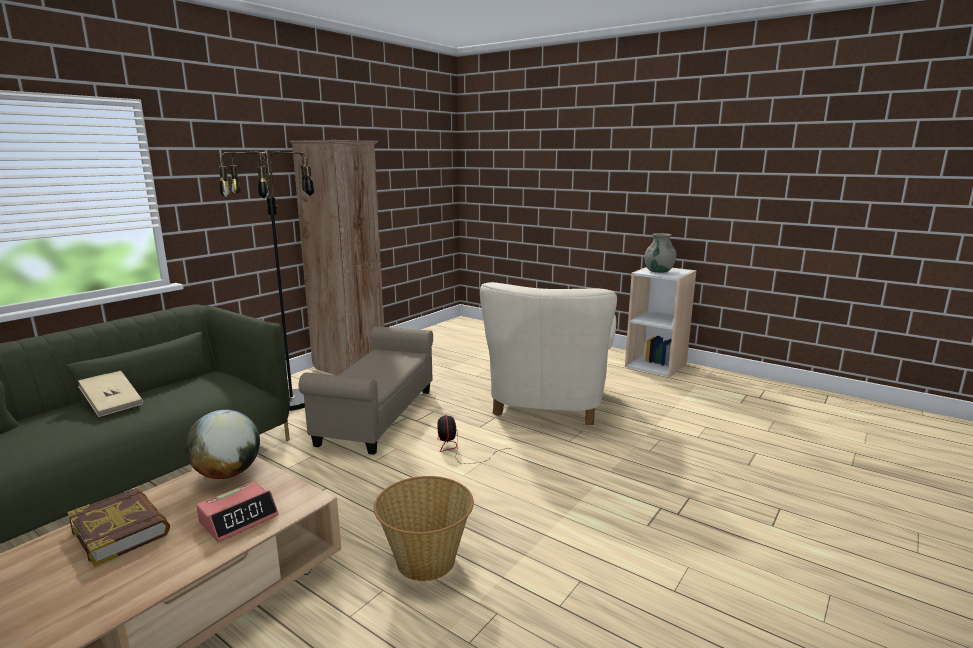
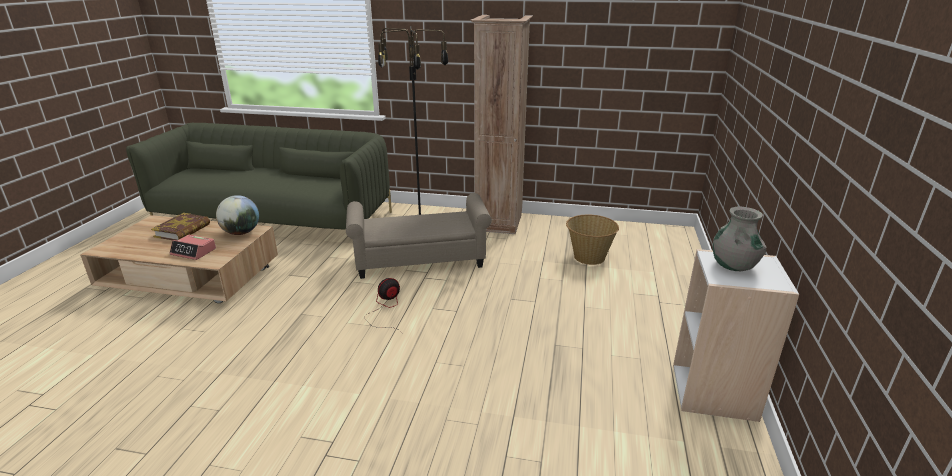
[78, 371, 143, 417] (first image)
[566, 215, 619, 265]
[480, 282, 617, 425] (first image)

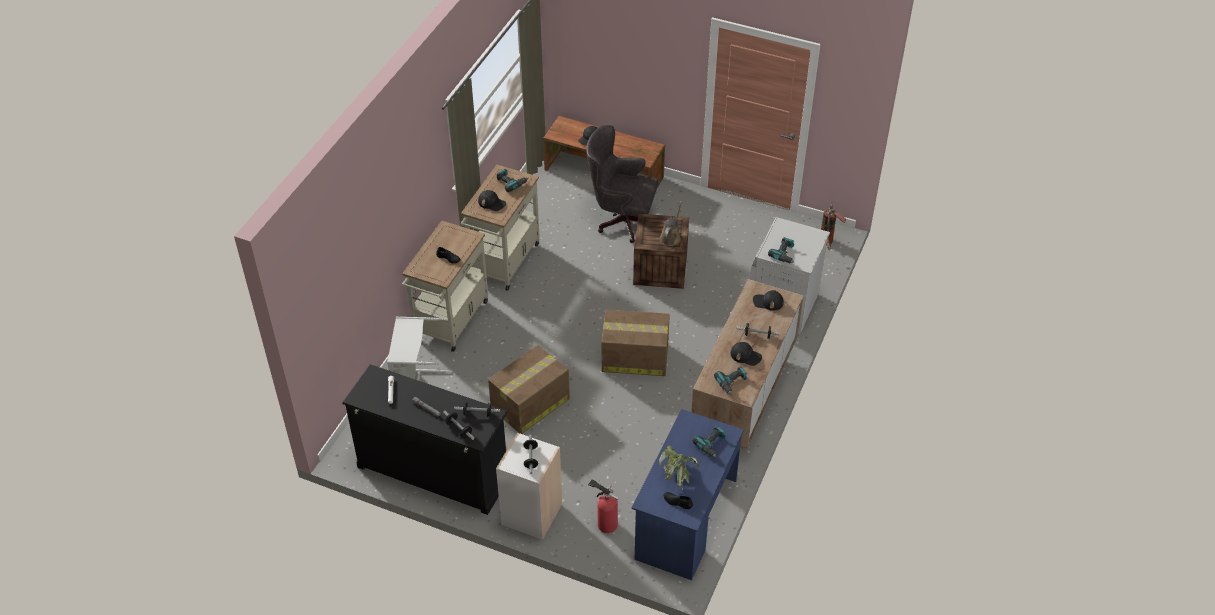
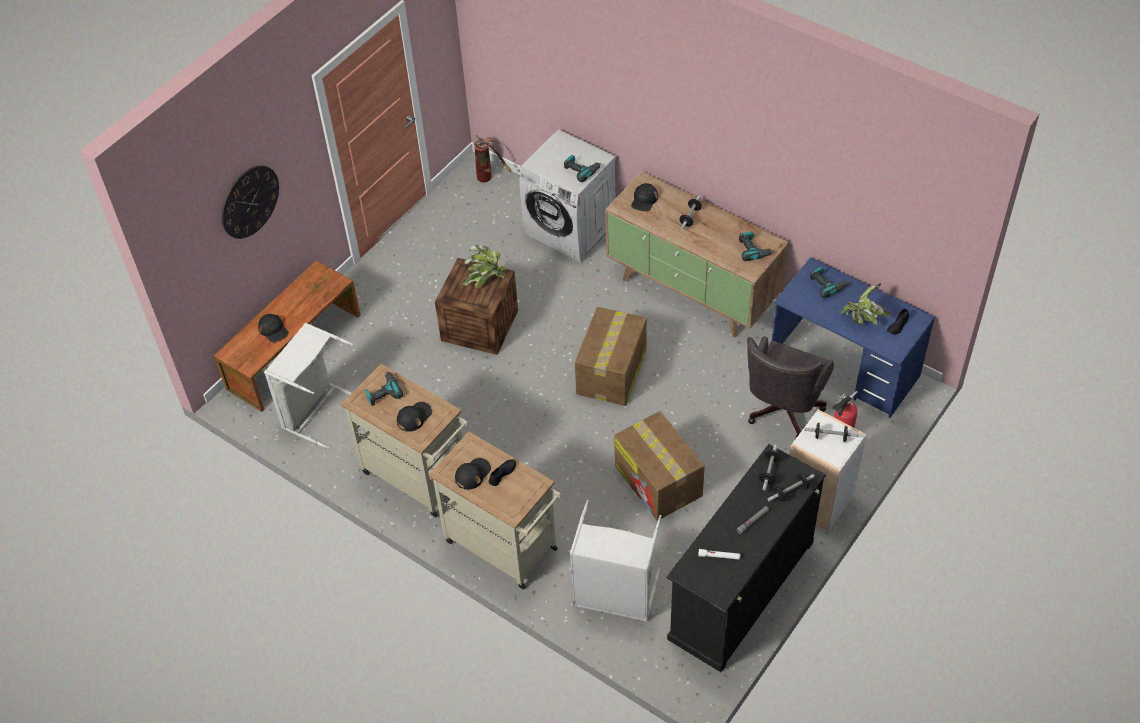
[747, 336, 834, 438]
[462, 245, 506, 288]
[455, 458, 491, 490]
[221, 165, 279, 239]
[264, 323, 353, 449]

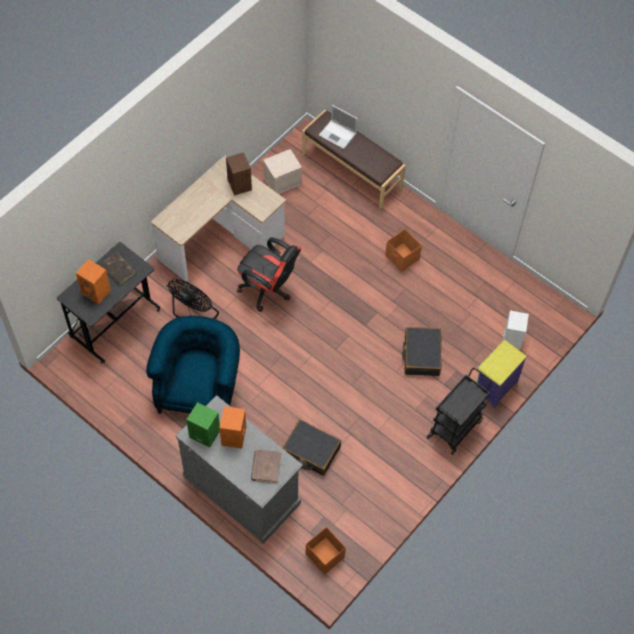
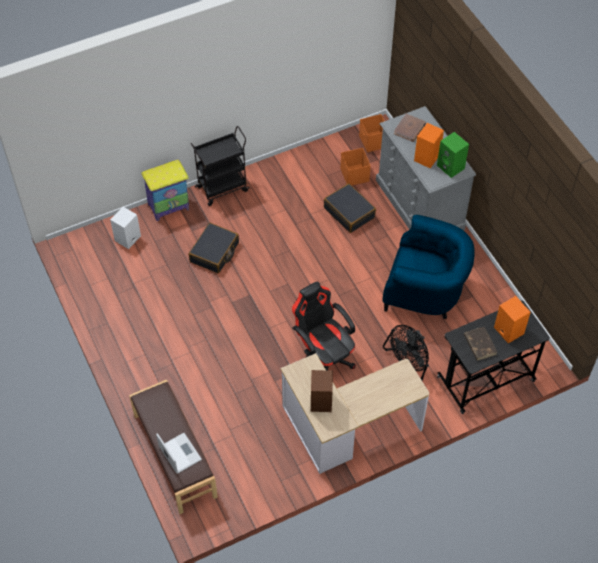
[383, 215, 475, 319]
[263, 149, 302, 194] (first image)
[340, 148, 371, 185]

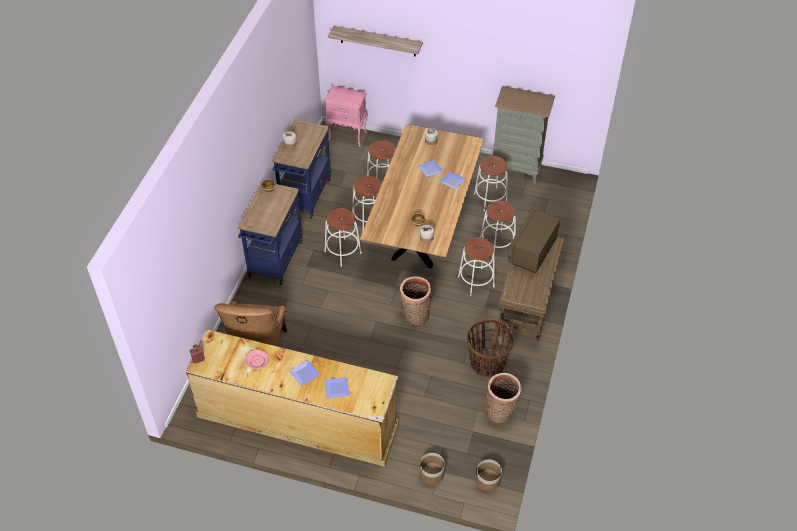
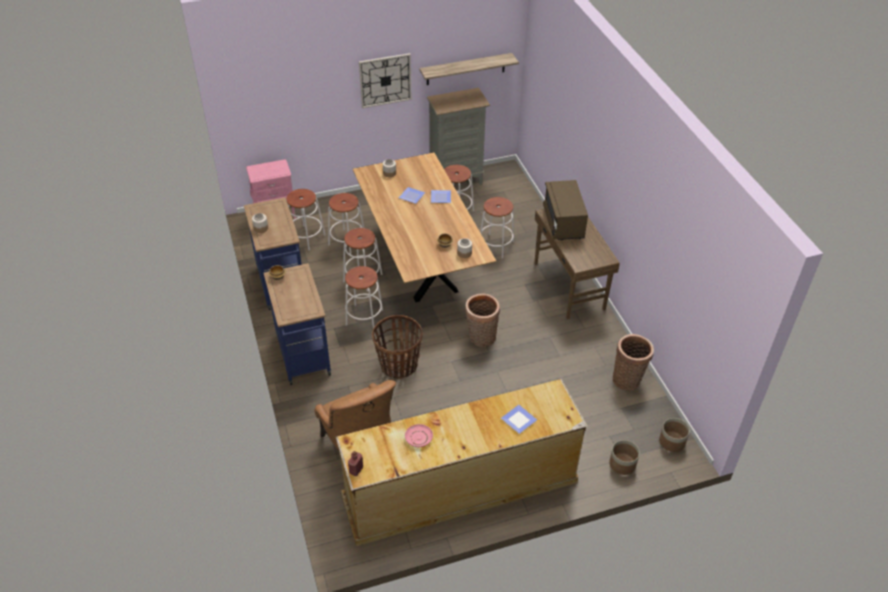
[290, 360, 320, 386] (first image)
[419, 53, 519, 85]
[286, 189, 325, 250]
[372, 315, 423, 379]
[359, 53, 412, 108]

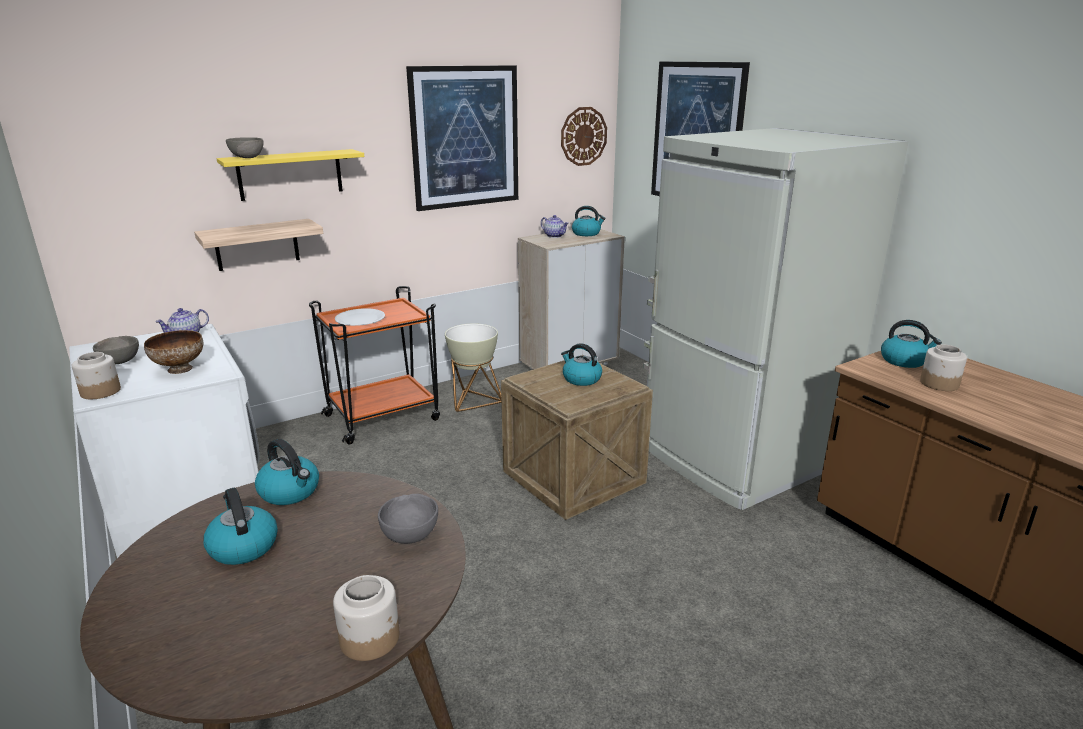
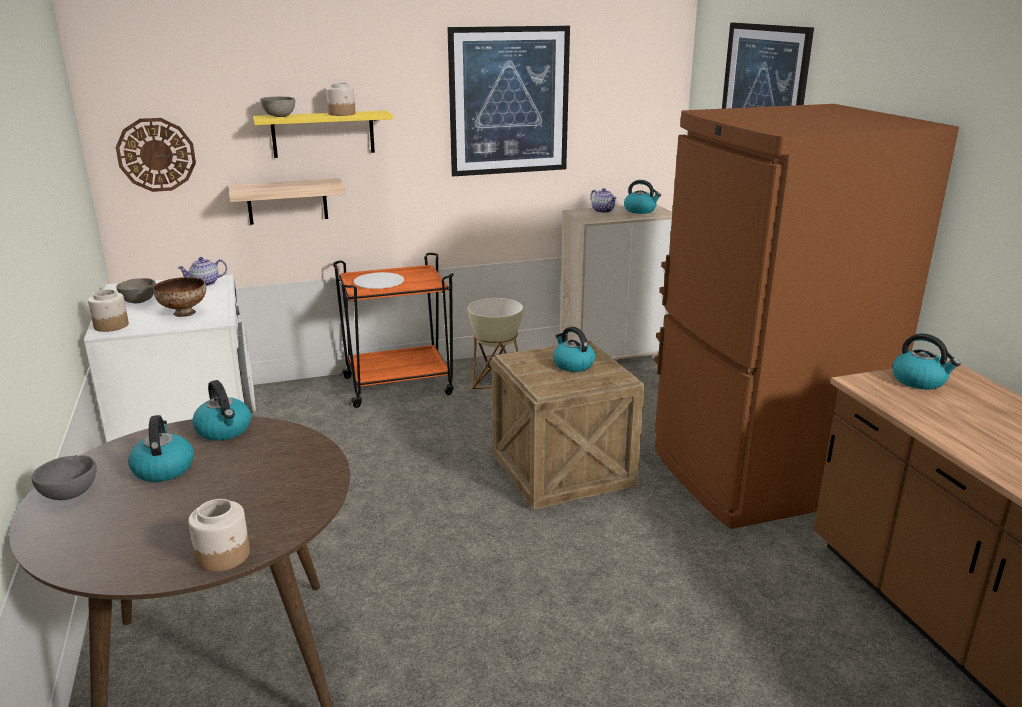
[32, 455, 97, 500]
[116, 118, 196, 192]
[654, 104, 959, 529]
[326, 83, 355, 116]

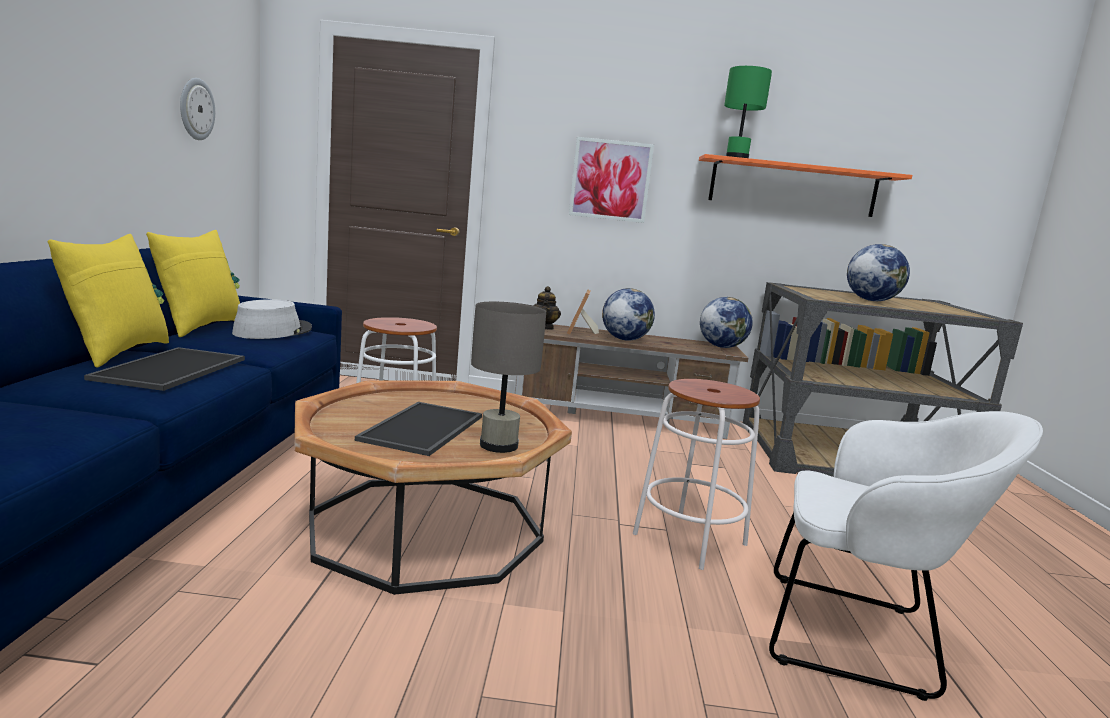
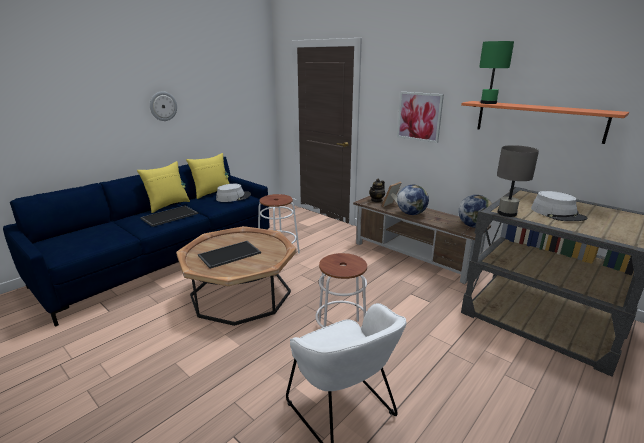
[150, 91, 177, 121]
[497, 145, 539, 217]
[531, 191, 588, 221]

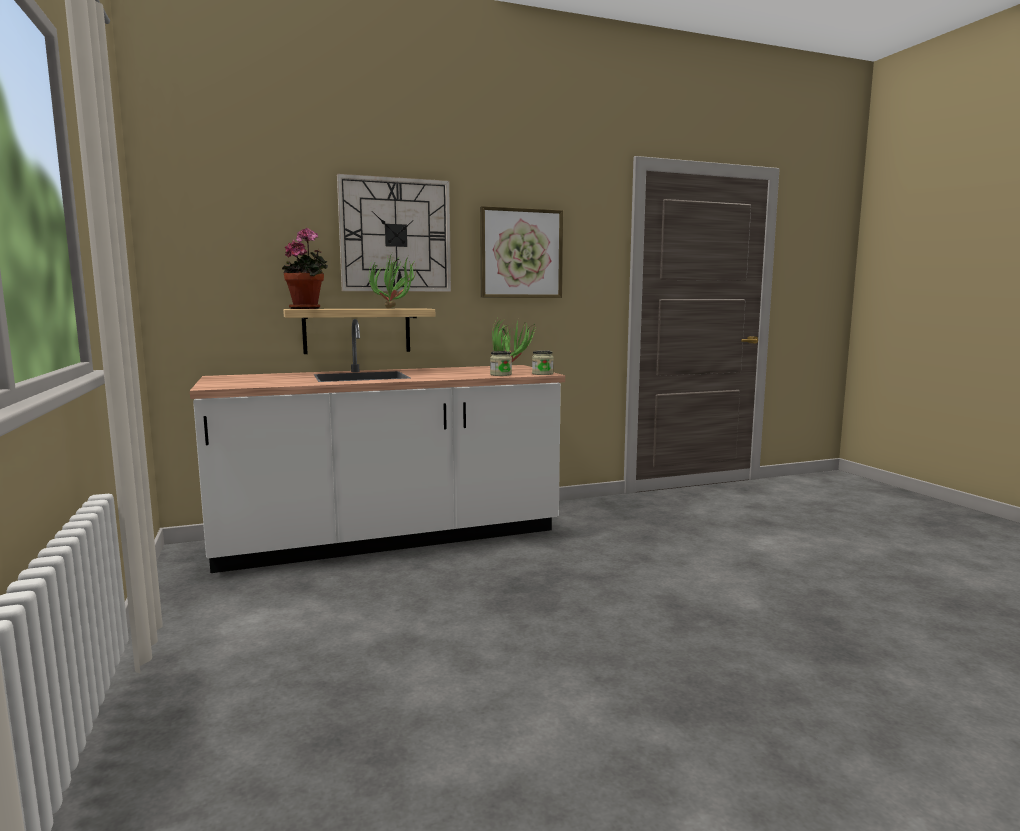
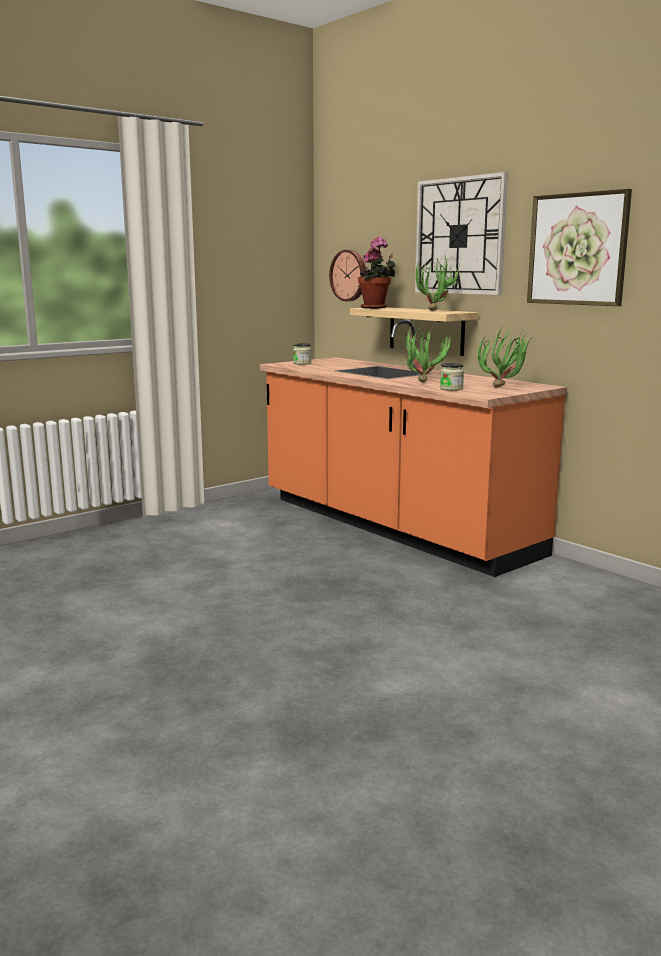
[260, 319, 567, 577]
[293, 343, 312, 365]
[329, 250, 366, 301]
[402, 324, 453, 383]

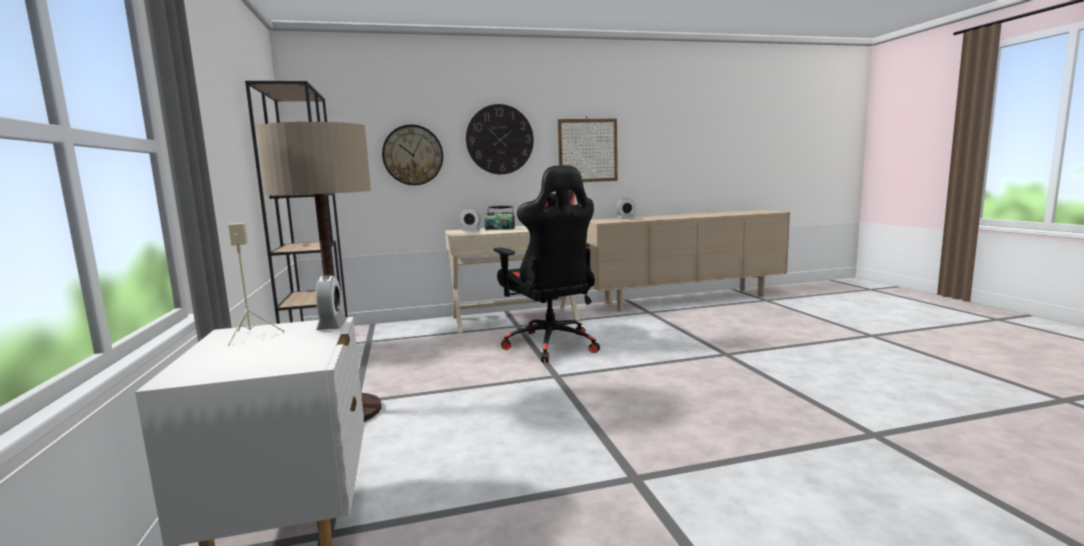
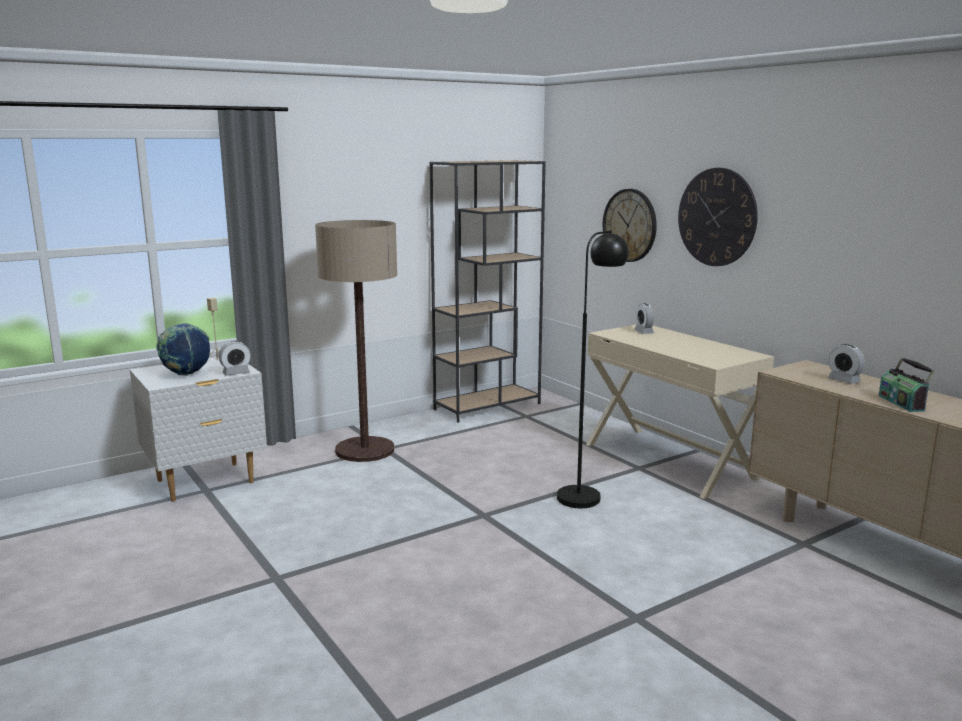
[879, 358, 934, 412]
[557, 230, 629, 508]
[557, 117, 618, 182] (first image)
[156, 323, 210, 376]

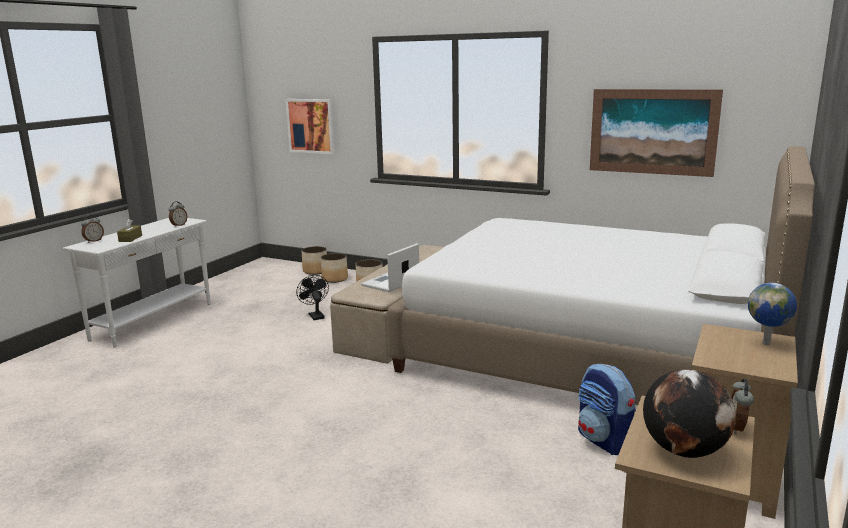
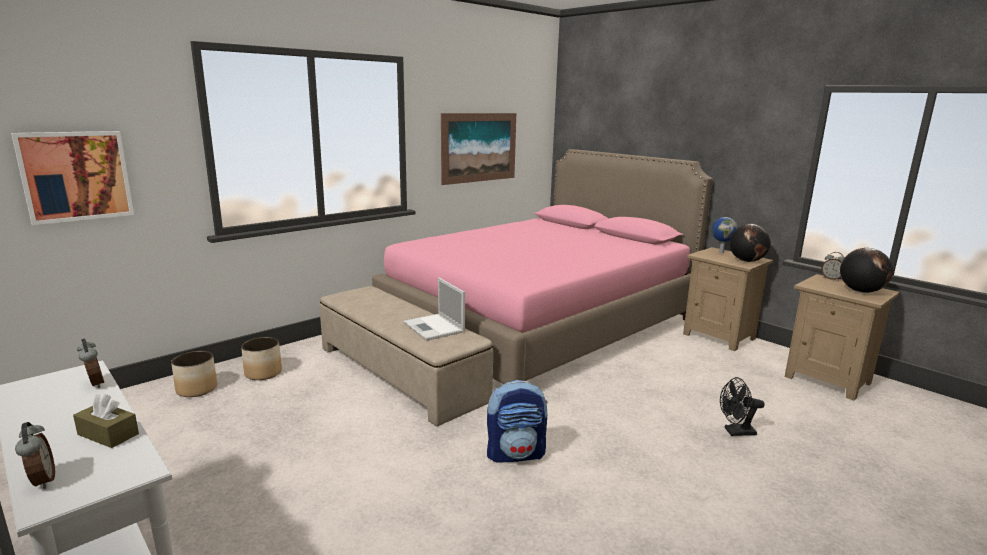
[720, 377, 765, 436]
[301, 246, 327, 275] (first image)
[372, 149, 713, 384]
[487, 380, 547, 462]
[730, 224, 771, 262]

